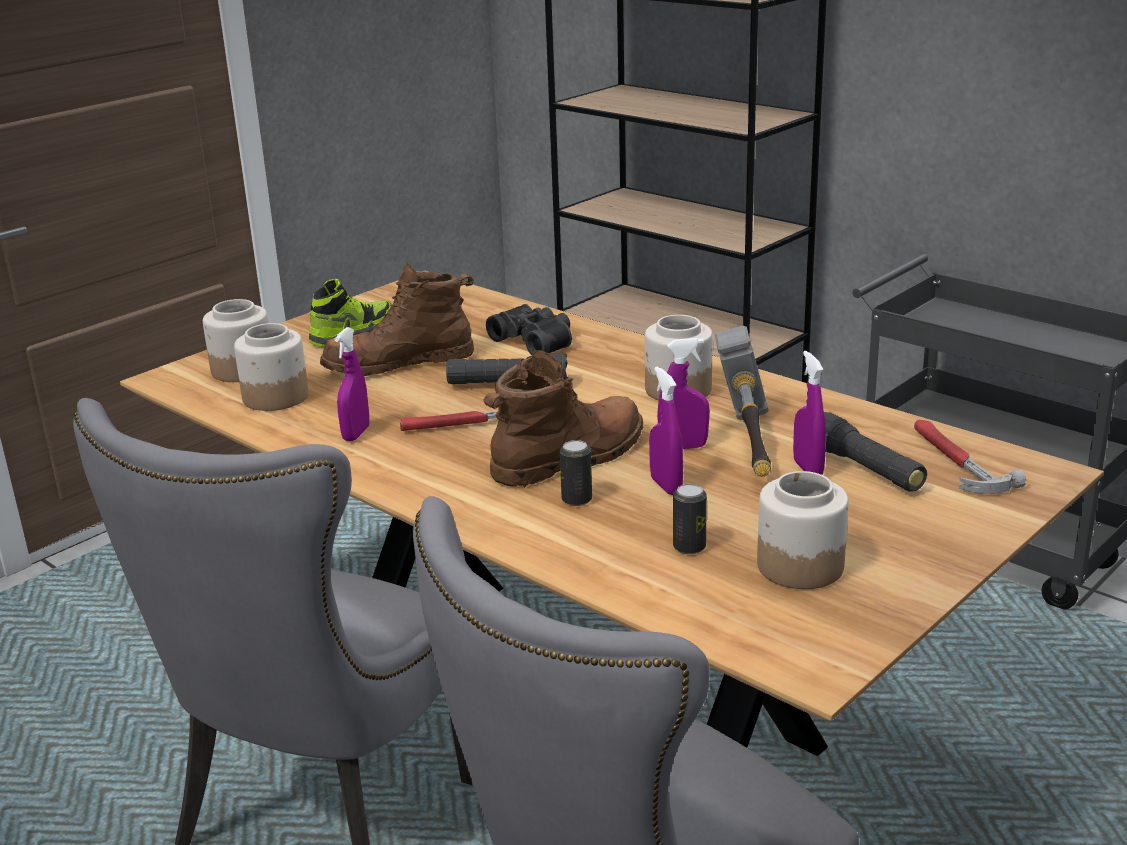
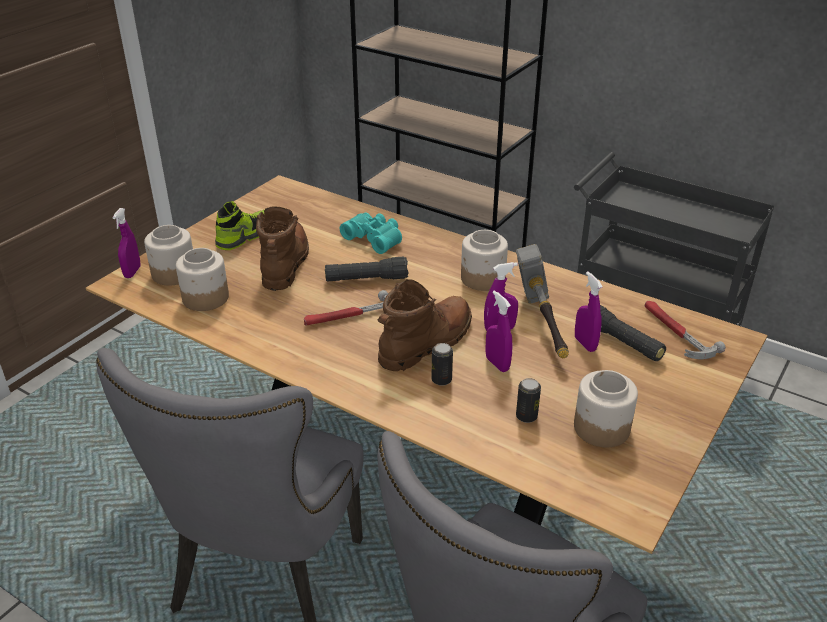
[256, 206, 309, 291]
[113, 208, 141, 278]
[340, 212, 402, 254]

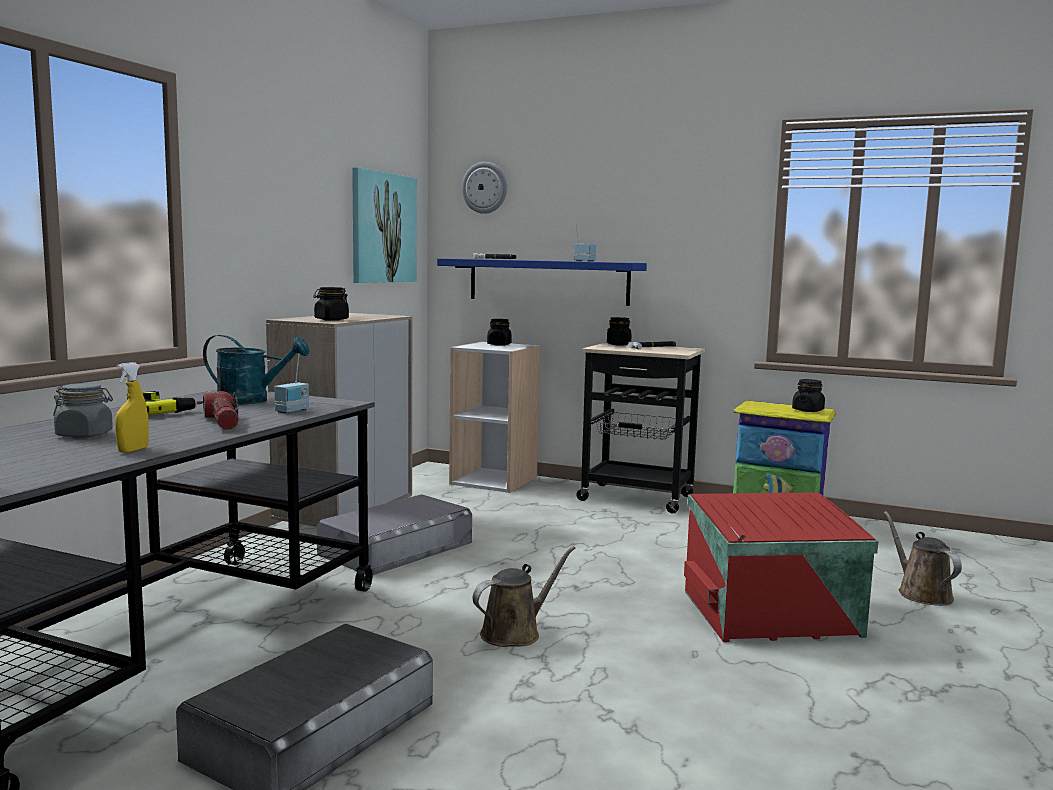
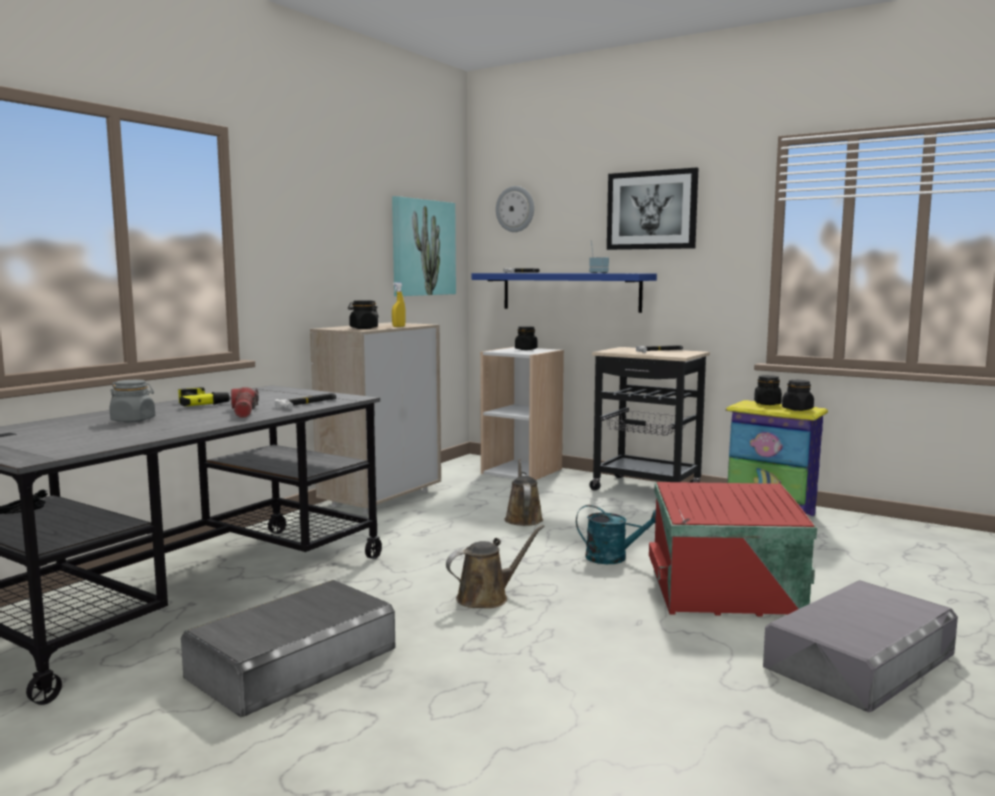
[392, 282, 406, 327]
[576, 505, 656, 564]
[275, 393, 336, 410]
[763, 580, 958, 712]
[754, 375, 782, 405]
[505, 459, 543, 526]
[607, 167, 698, 250]

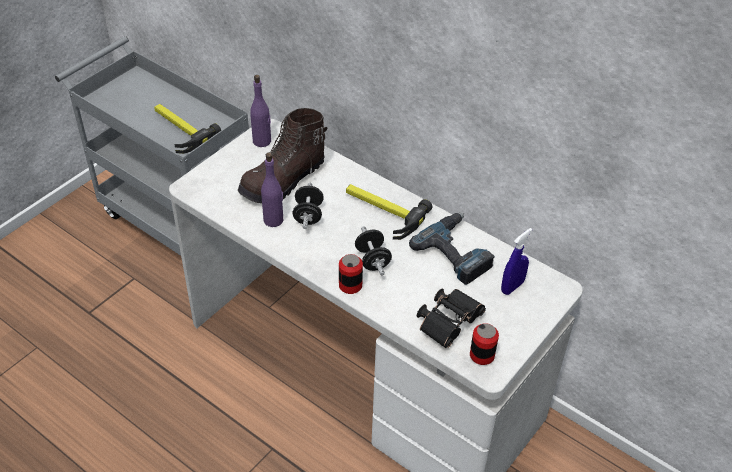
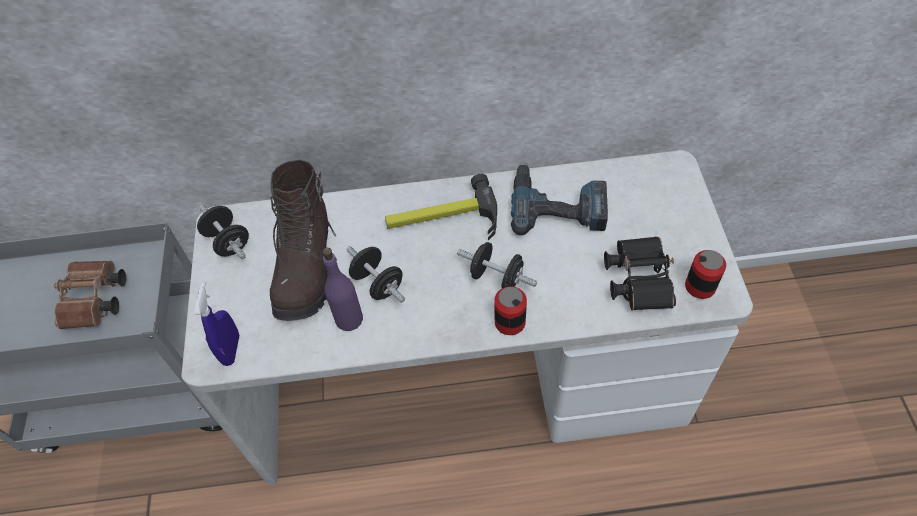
[54, 261, 126, 329]
[197, 205, 249, 259]
[194, 282, 239, 366]

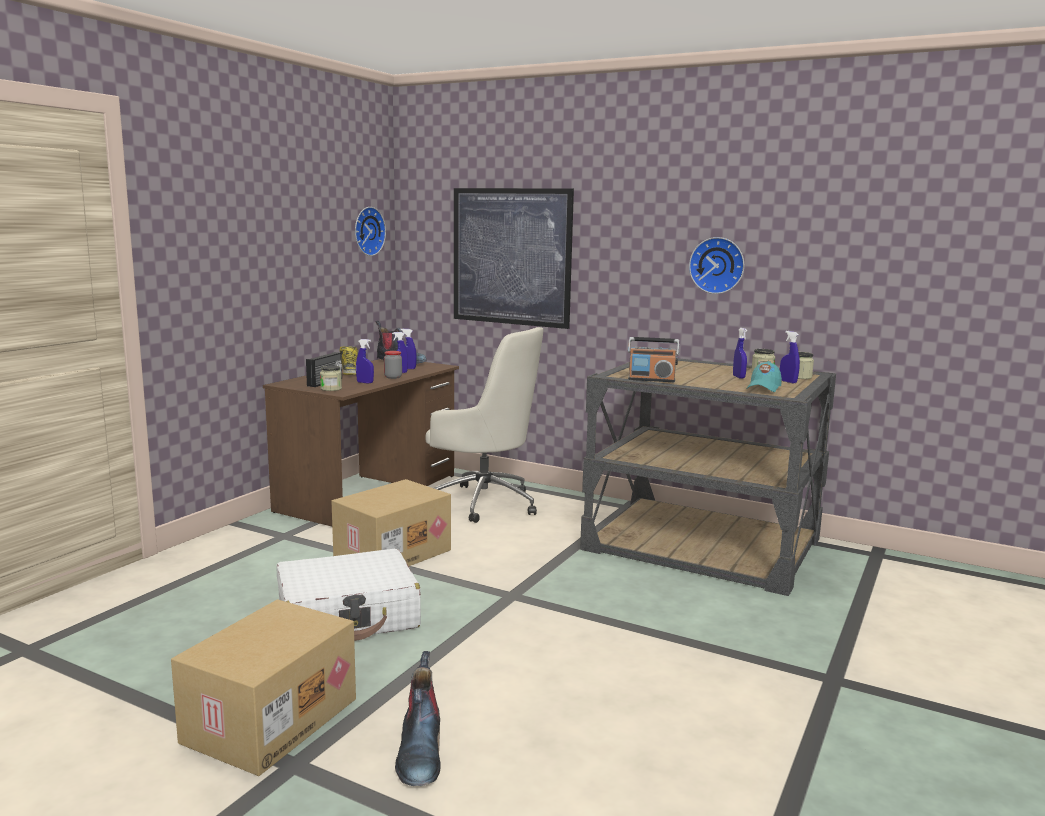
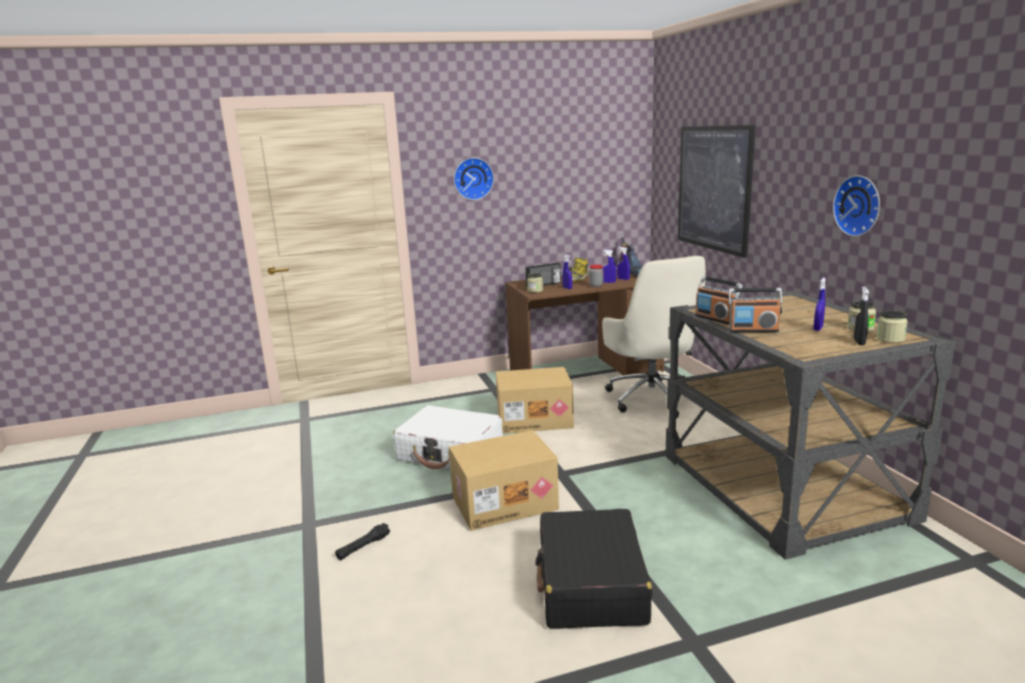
[449, 430, 559, 531]
[454, 158, 494, 200]
[335, 523, 390, 560]
[746, 361, 782, 392] (first image)
[854, 286, 869, 345]
[535, 509, 652, 629]
[728, 288, 783, 332]

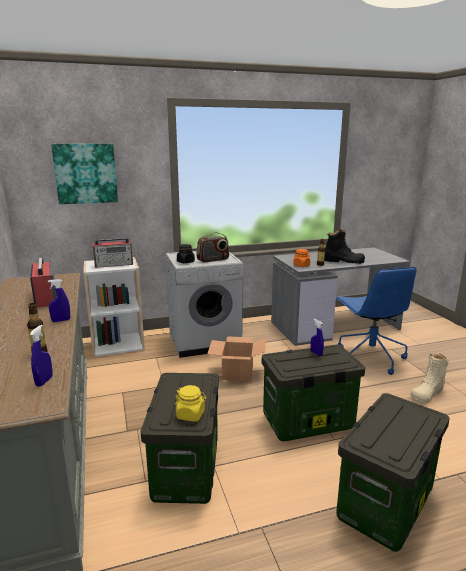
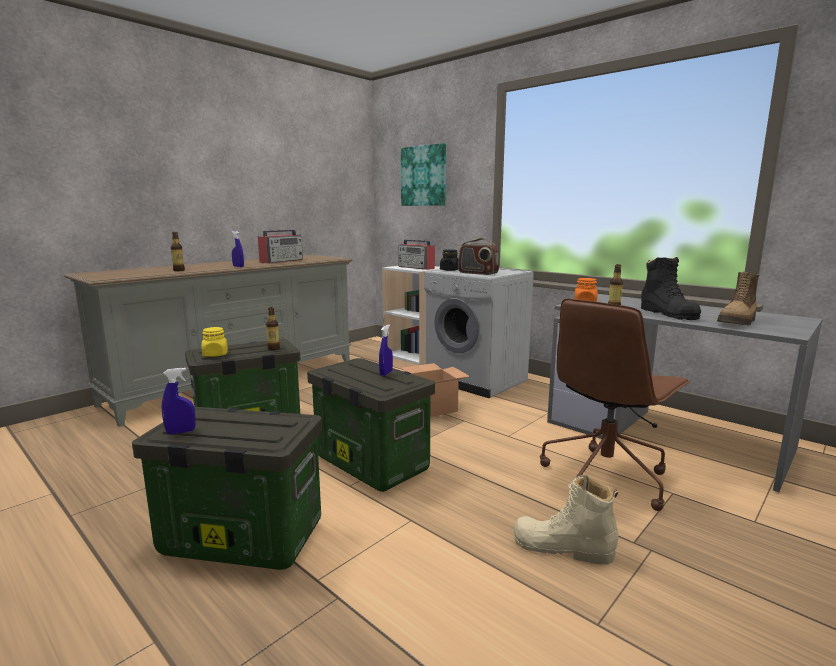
[162, 368, 196, 434]
[540, 298, 690, 511]
[266, 307, 280, 350]
[717, 272, 760, 326]

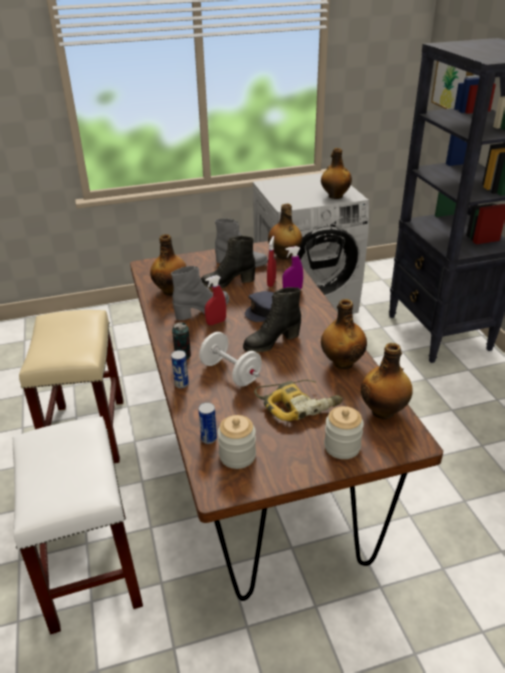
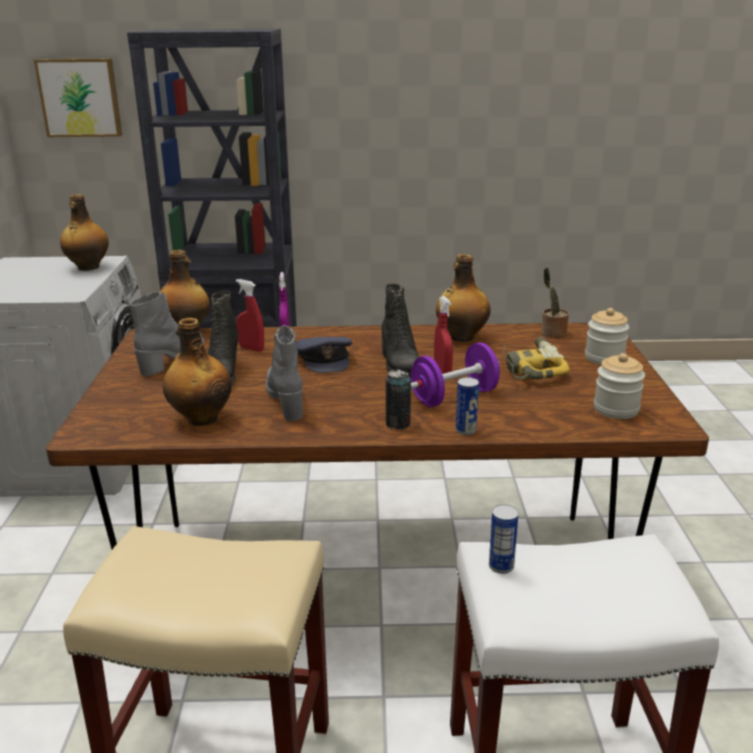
[489, 504, 519, 574]
[410, 342, 500, 407]
[434, 296, 453, 373]
[542, 268, 569, 338]

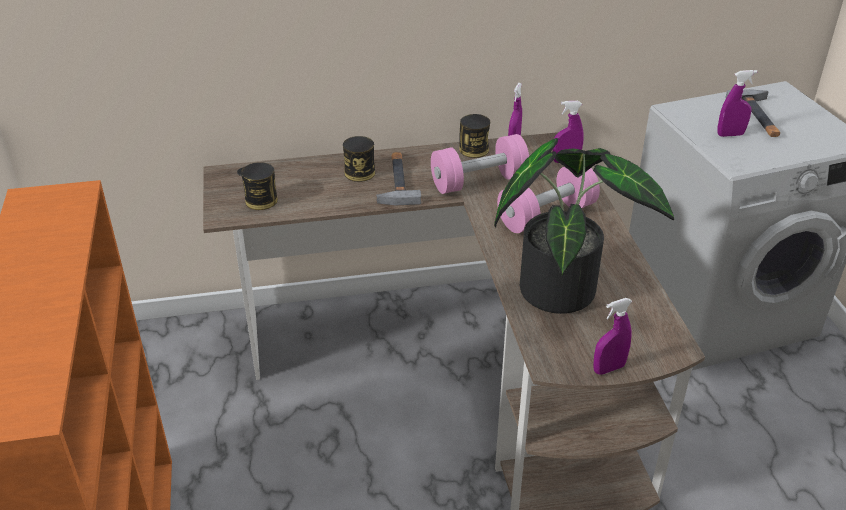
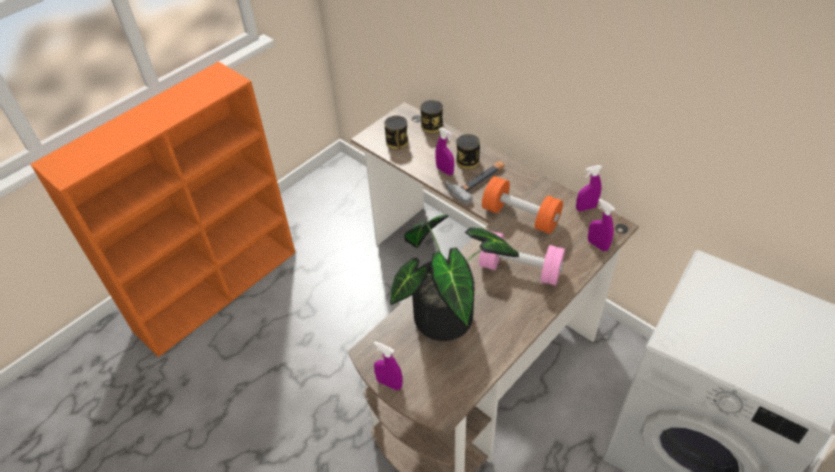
[482, 176, 563, 234]
[420, 100, 443, 133]
[435, 127, 454, 175]
[725, 89, 780, 137] (first image)

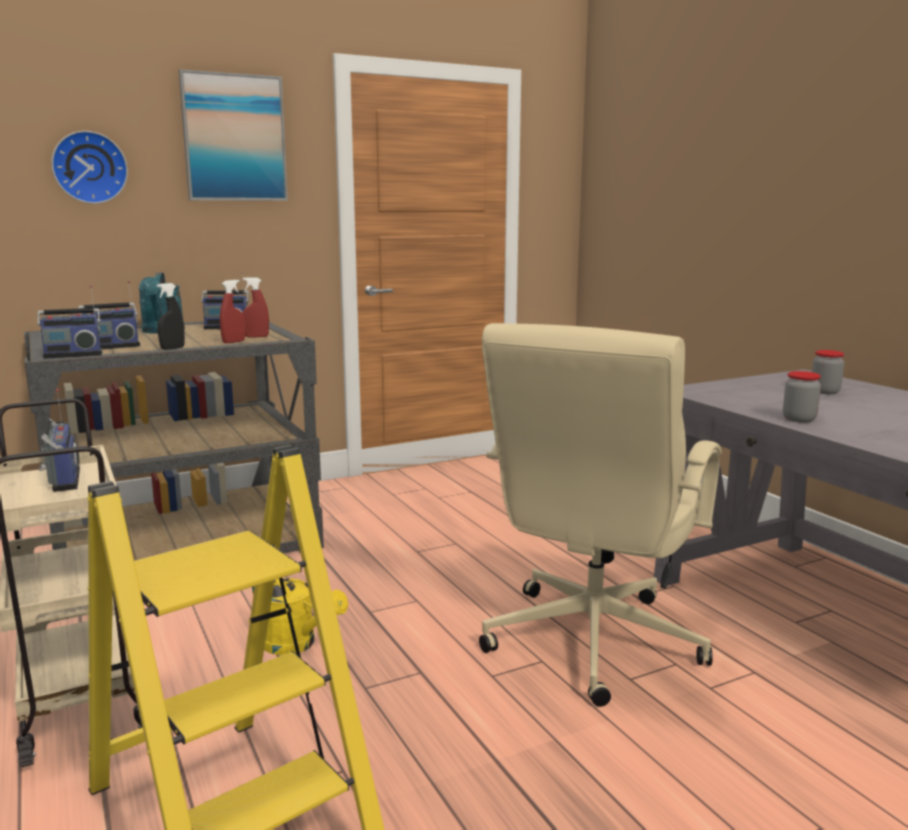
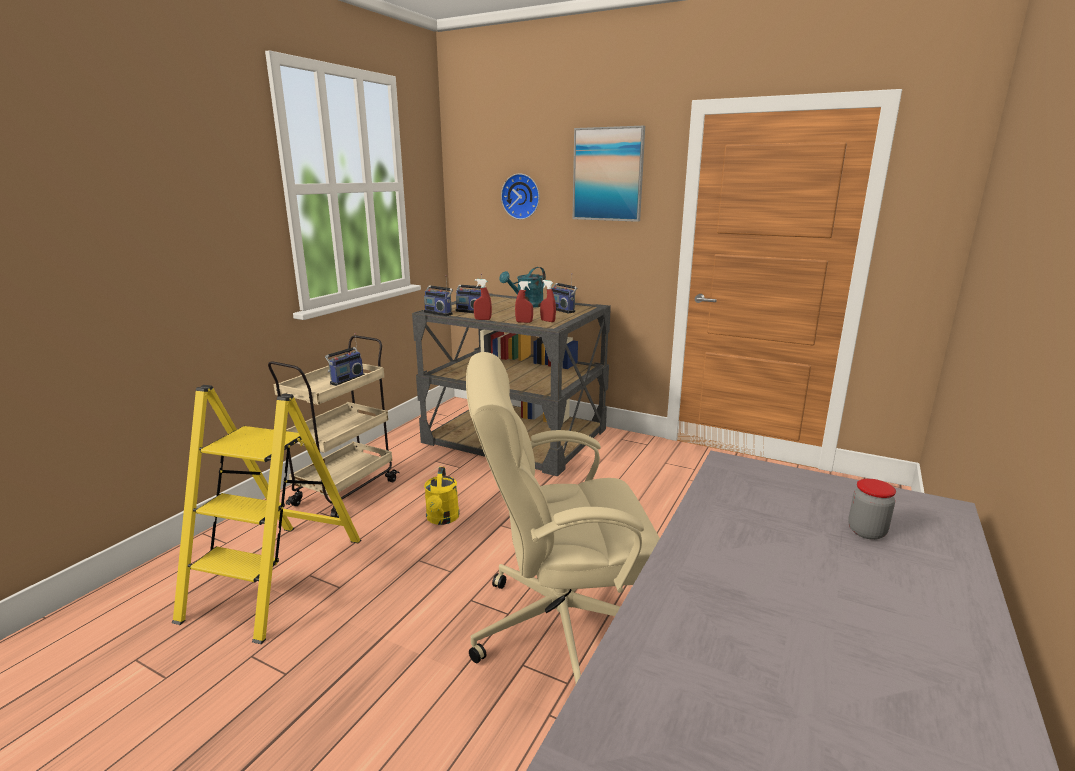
[473, 279, 492, 320]
[783, 371, 821, 423] (first image)

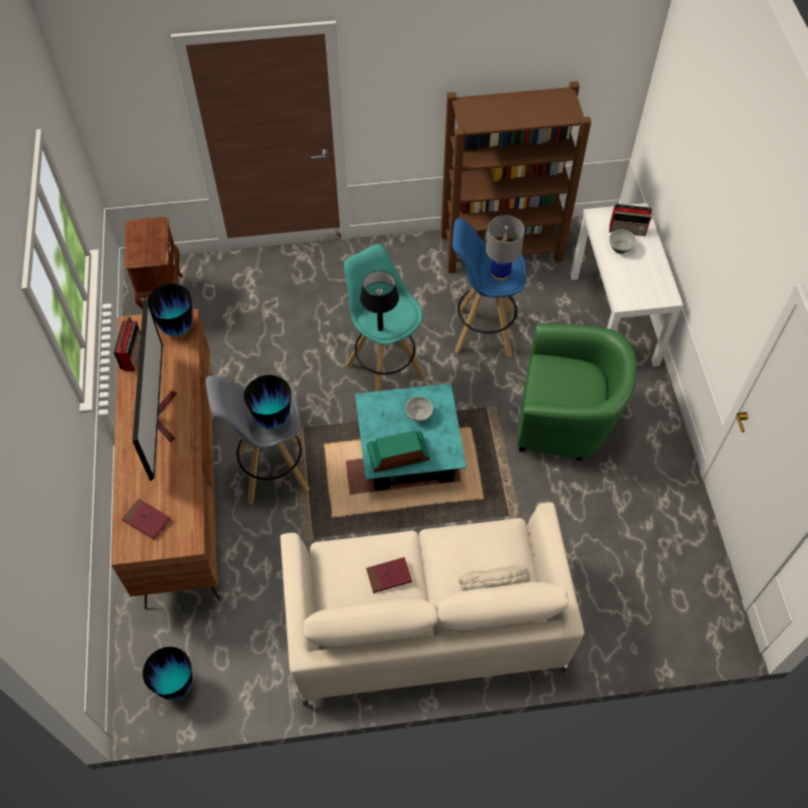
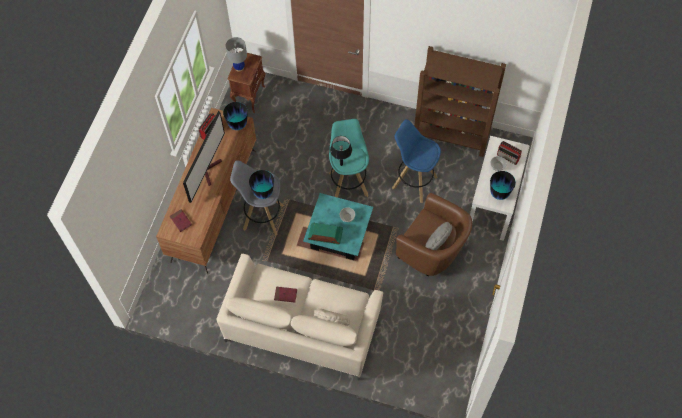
[490, 171, 516, 200]
[226, 37, 247, 72]
[396, 193, 472, 277]
[425, 222, 452, 250]

